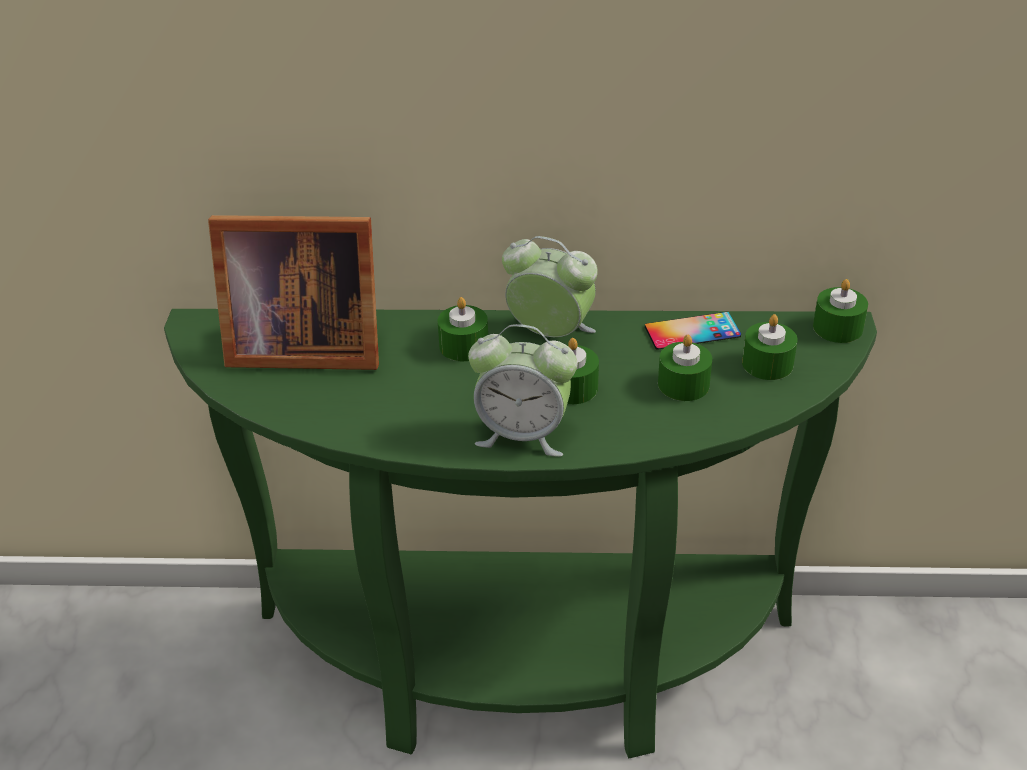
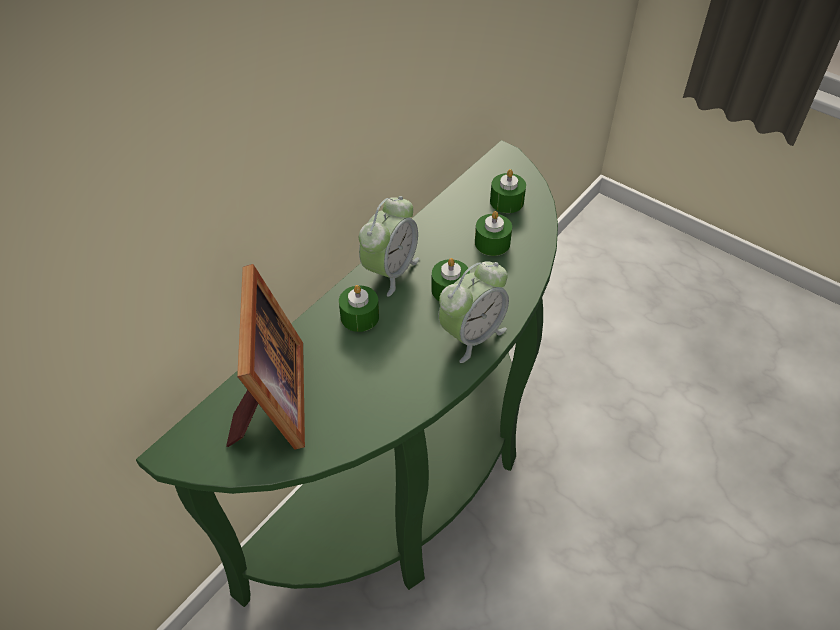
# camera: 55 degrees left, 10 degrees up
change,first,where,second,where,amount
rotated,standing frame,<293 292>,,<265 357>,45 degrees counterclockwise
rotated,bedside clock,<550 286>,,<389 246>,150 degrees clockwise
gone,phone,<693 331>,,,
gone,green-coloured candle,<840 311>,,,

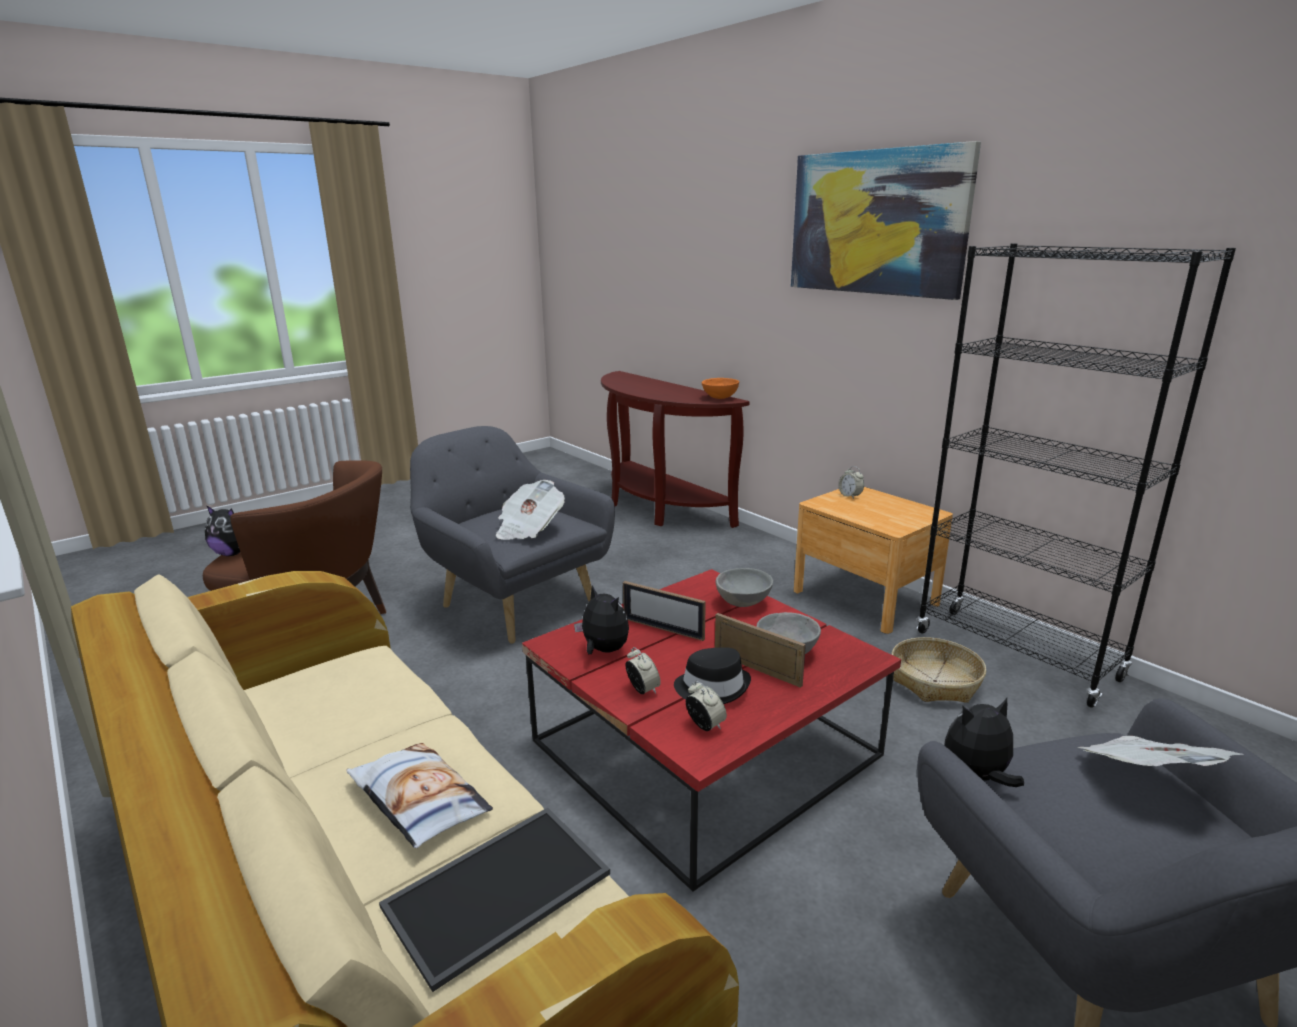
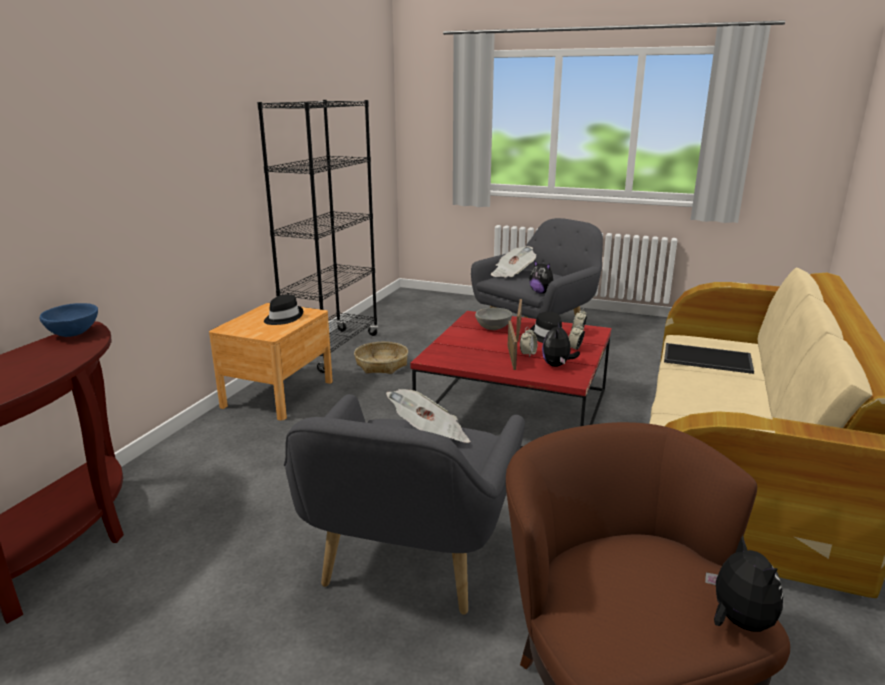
# camera: 120 degrees left, 0 degrees up
change,first,where,second,where,amount
repainted,orange serving bowl,<720 388>,blue serving bowl,<69 320>,
new,,,black-coloured clothing hat,<283 309>,
shifted,bedside clock,<851 482>,,<528 342>,
gone,pillow,<419 795>,,,
gone,greyish serving bowl,<744 587>,,,
gone,picture,<886 220>,,,

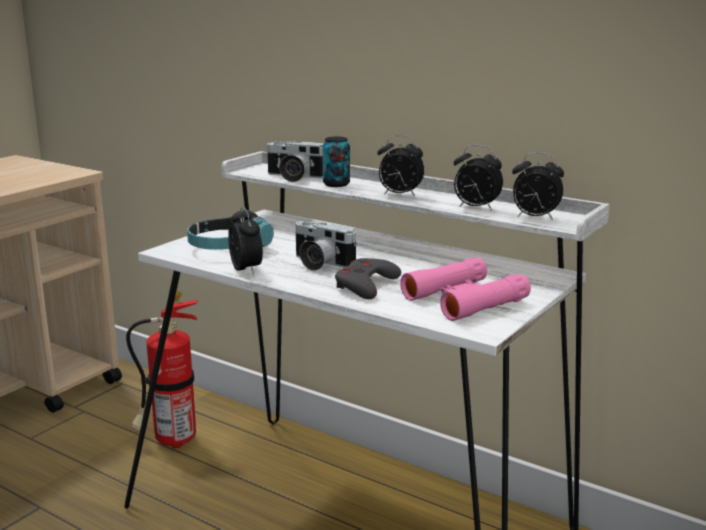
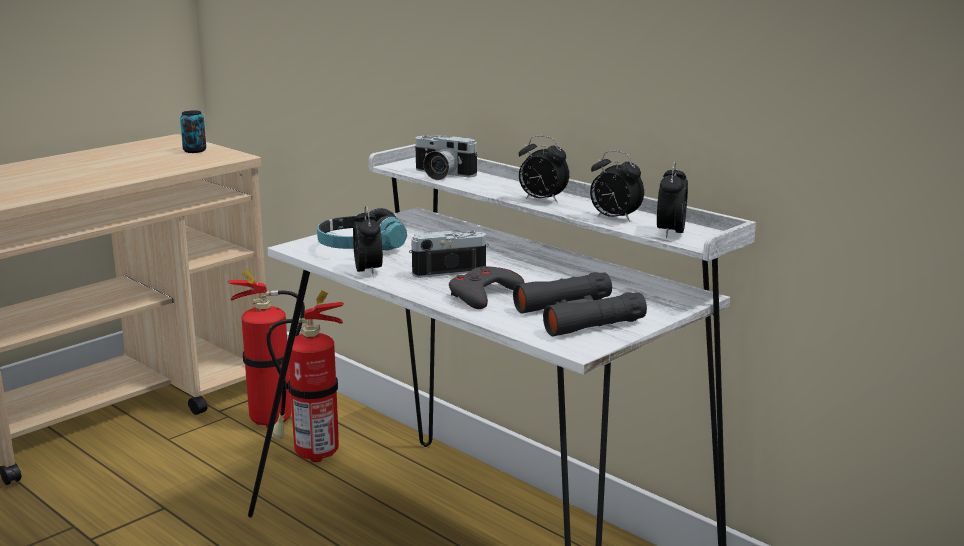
# camera: 10 degrees right, 0 degrees up
change,first,where,second,where,amount
shifted,metal can,<336 162>,,<193 131>,
new,,,fire extinguisher,<266 348>,
rotated,still camera,<326 246>,,<449 254>,120 degrees clockwise
repainted,pinkish binoculars,<465 289>,black-coloured binoculars,<580 304>,
rotated,bedside clock,<538 186>,,<672 200>,75 degrees clockwise

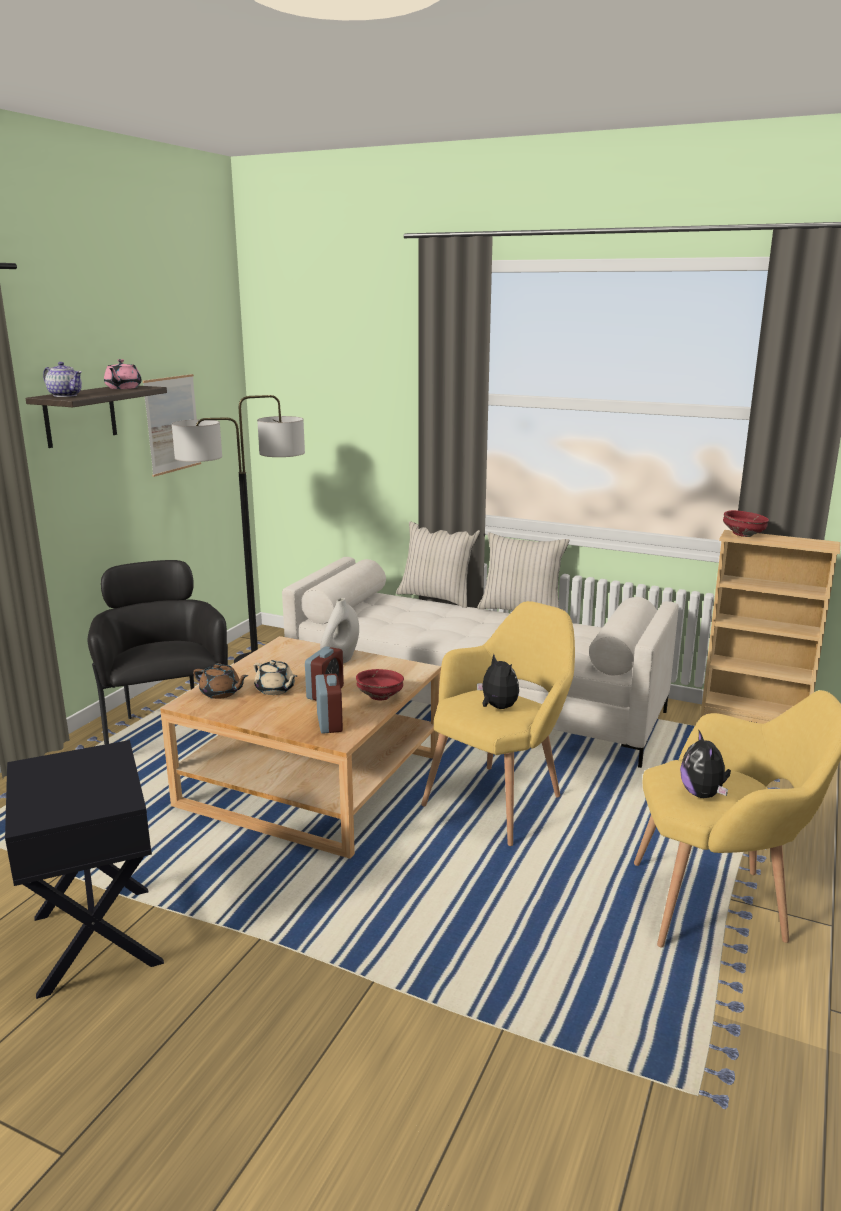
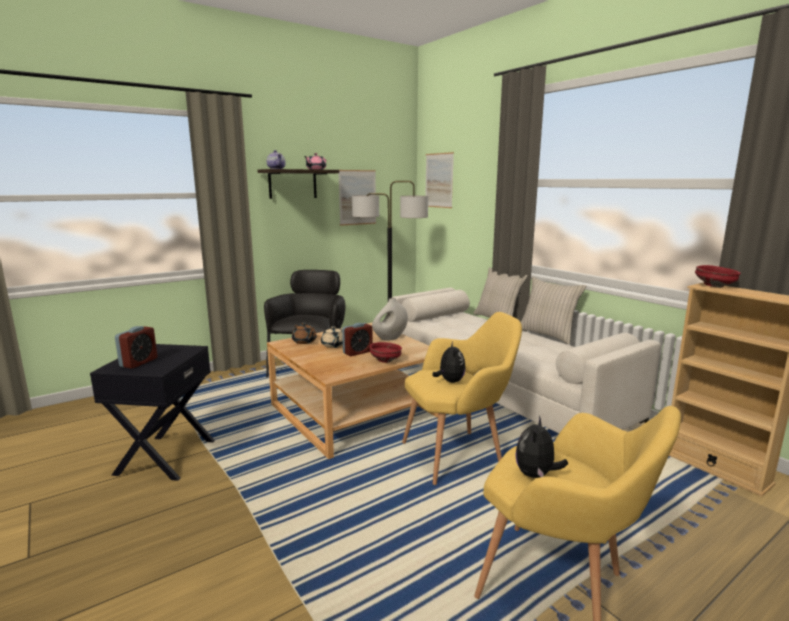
# camera: 30 degrees right, 5 degrees down
change,first,where,second,where,amount
shifted,bedside clock,<329 704>,,<136 347>,
new,,,picture,<439 180>,

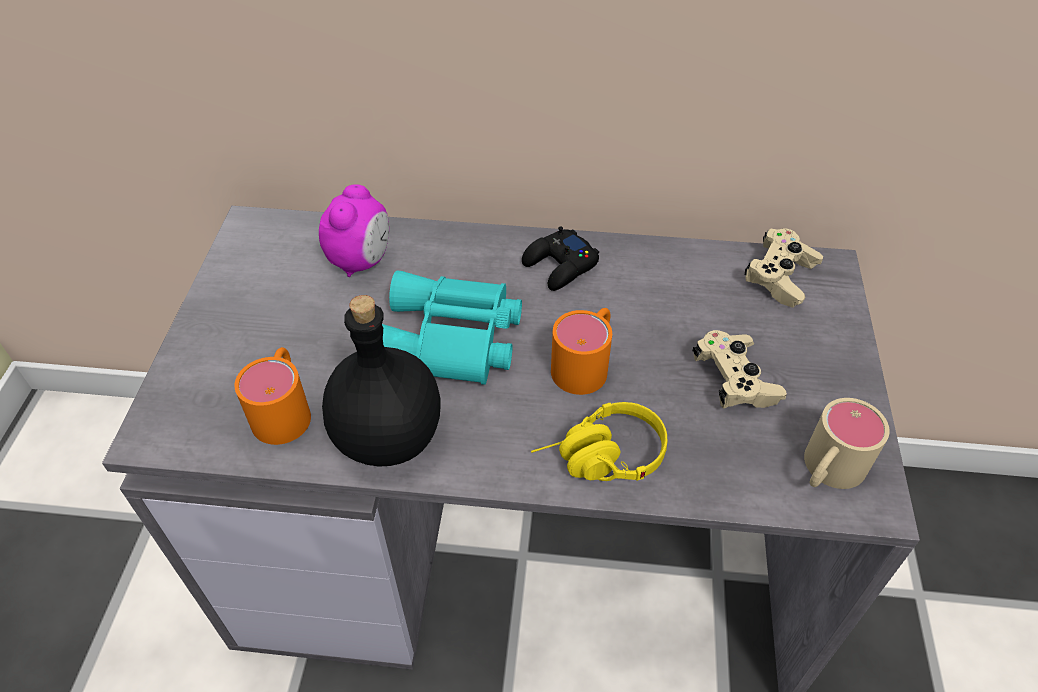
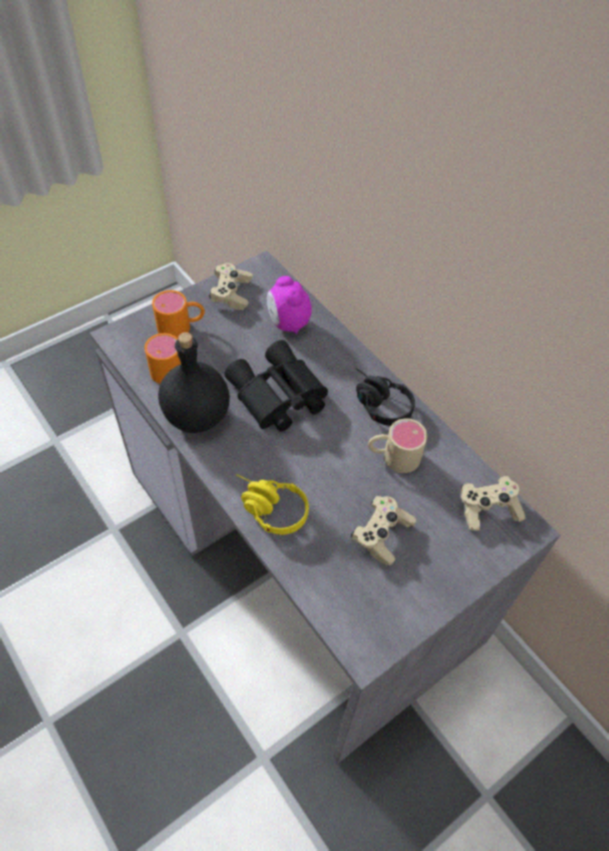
# camera: 45 degrees right, 5 degrees up
change,first,where,second,where,amount
shifted,orange coffee mug,<581 351>,,<178 314>,
new,,,sand-coloured gamepad,<231 286>,
repainted,blue-green binoculars,<452 327>,black-coloured binoculars,<276 385>,
rotated,bedside clock,<354 230>,,<289 305>,90 degrees clockwise
swapped,black-coloured gamepad,<560 258>,black-coloured headphones,<385 397>,
shifted,sand-coloured coffee mug,<847 443>,,<397 445>,

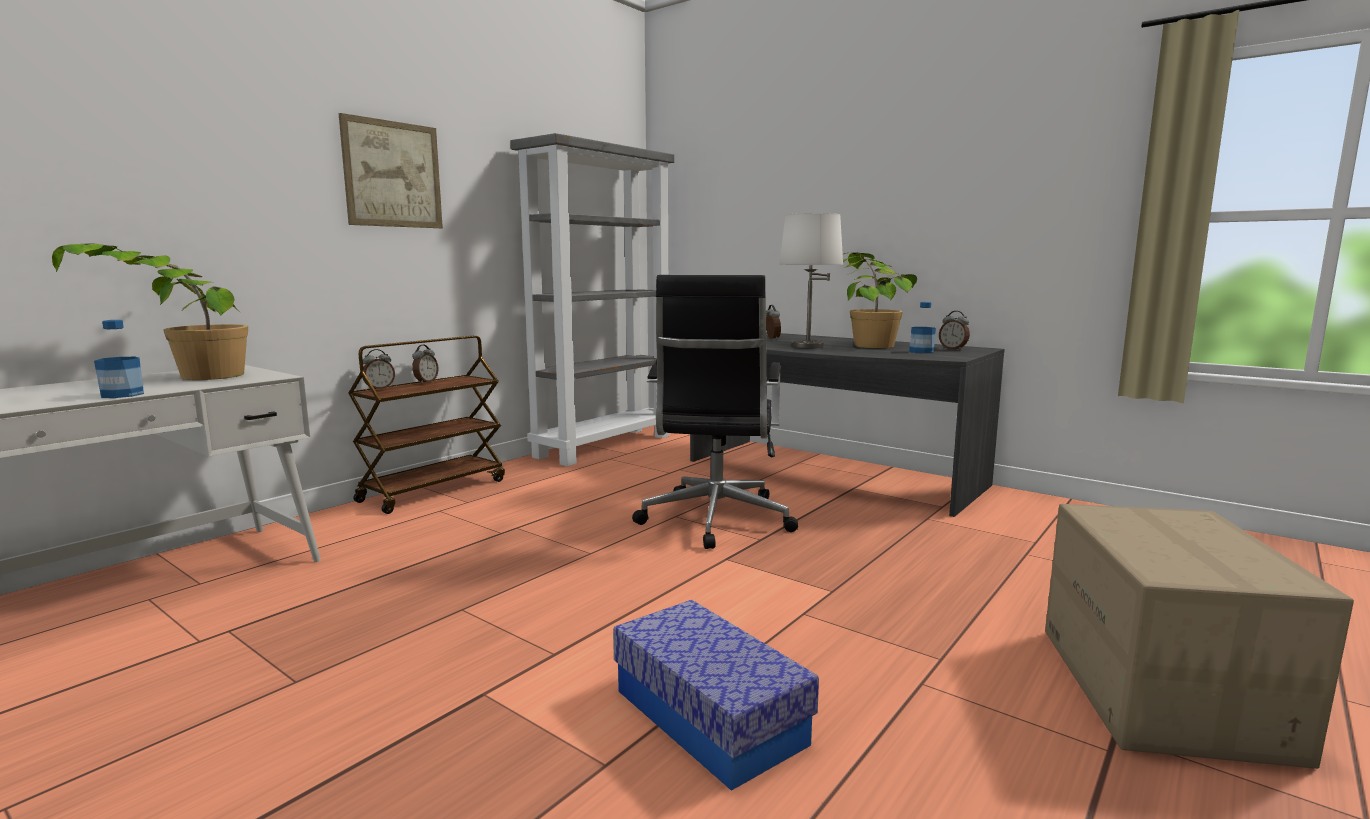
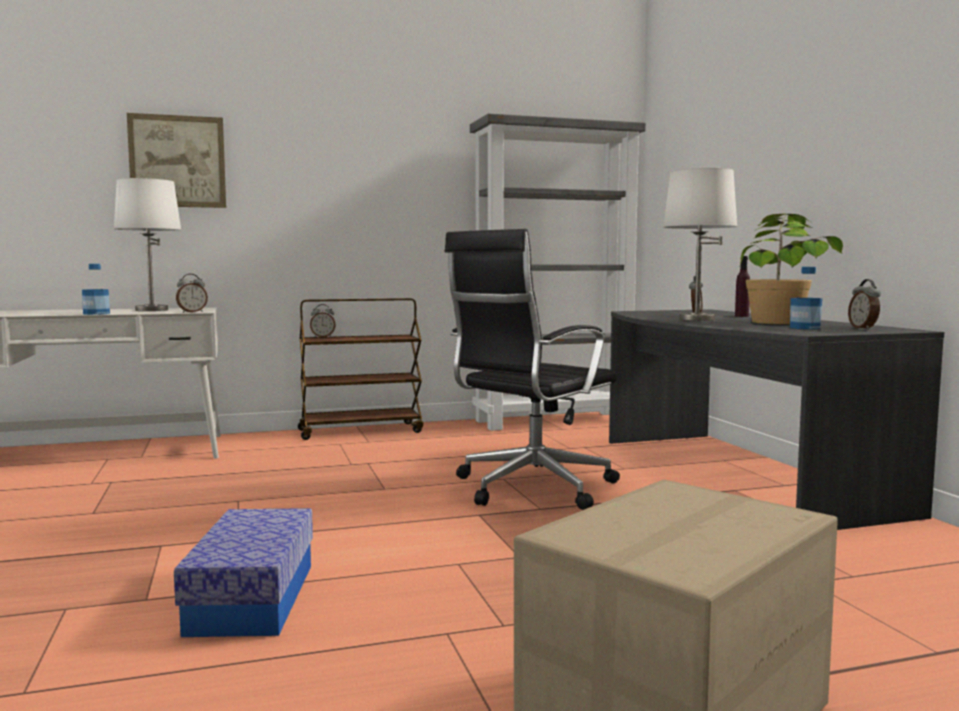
# camera: 35 degrees right, 5 degrees down
change,first,where,second,where,amount
swapped,houseplant,<150 312>,whitish tabletop lamp,<147 244>,
shifted,picture,<391 170>,,<176 160>,
shifted,bedside clock,<425 364>,,<192 293>,
new,,,purple bottle,<742 286>,

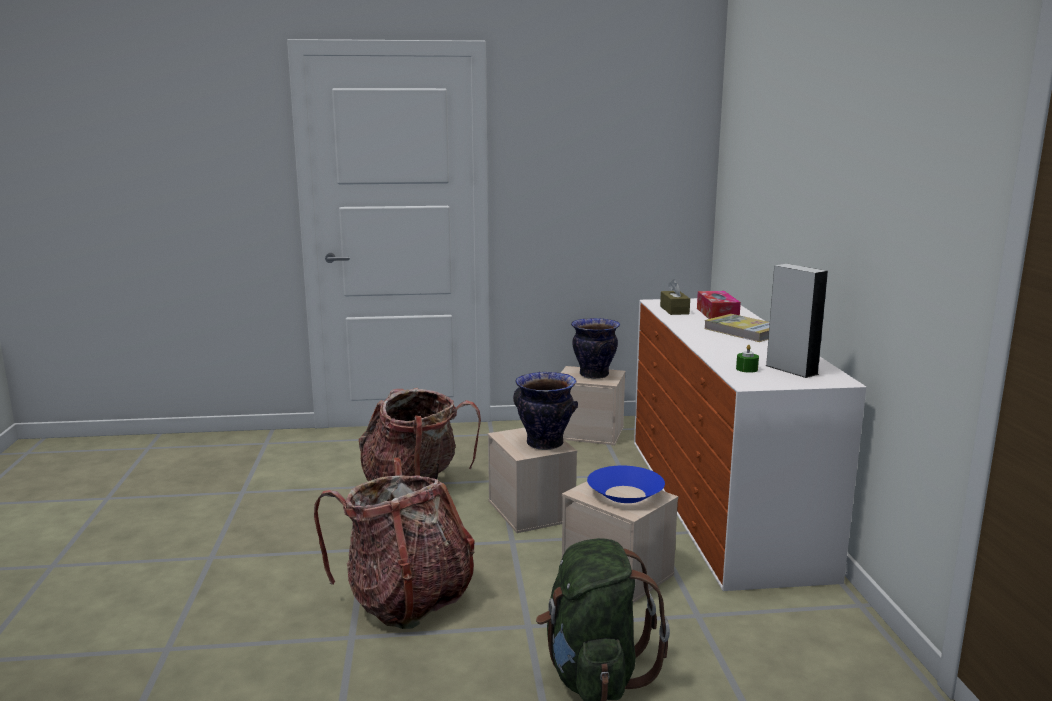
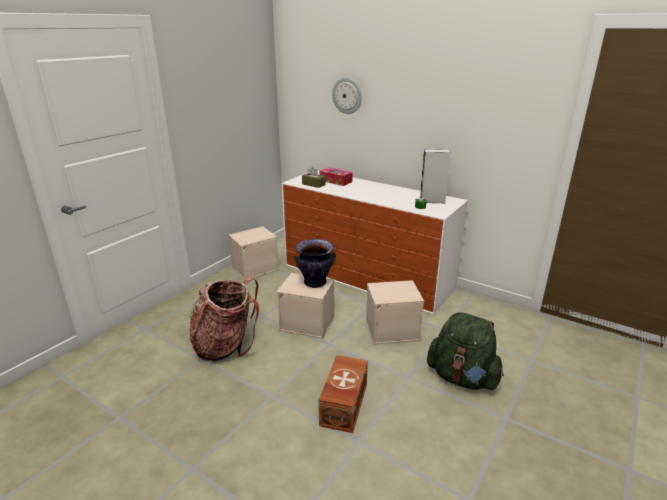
# camera: 50 degrees left, 10 degrees up
change,first,where,second,where,amount
swapped,backpack,<394 543>,brownish storage box,<343 394>,
new,,,wall clock,<347 95>,
gone,flower vase,<595 348>,,,
gone,blue serving bowl,<626 484>,,,
gone,volume,<737 328>,,,

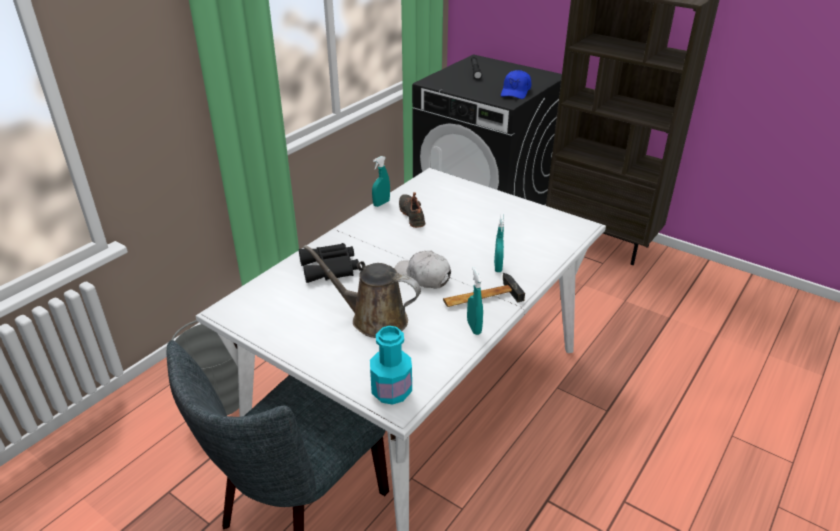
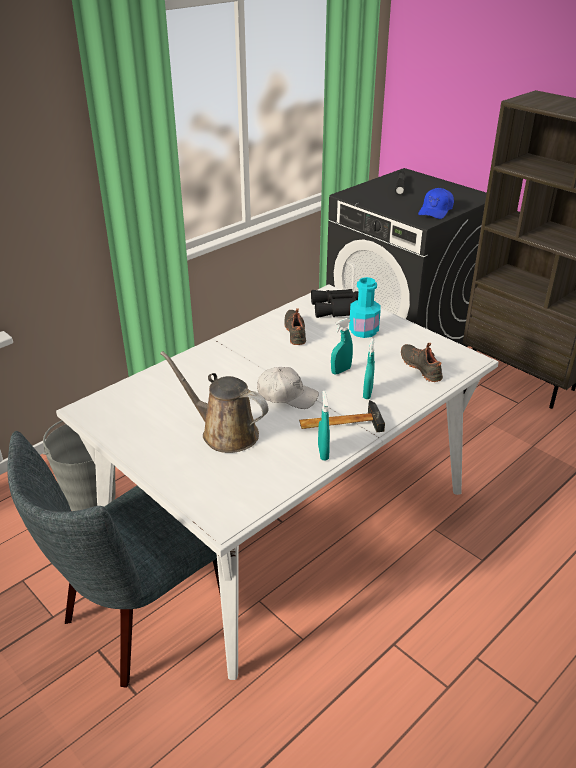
# camera: 10 degrees right, 0 degrees up
change,first,where,second,where,amount
rotated,whitish cap,<422 269>,,<288 388>,150 degrees clockwise
shifted,black-coloured binoculars,<329 263>,,<334 303>,
shifted,blue-green spray bottle,<381 181>,,<342 346>,
shifted,blue-green bottle,<391 365>,,<365 307>,
new,,,black-coloured shoe,<422 362>,

